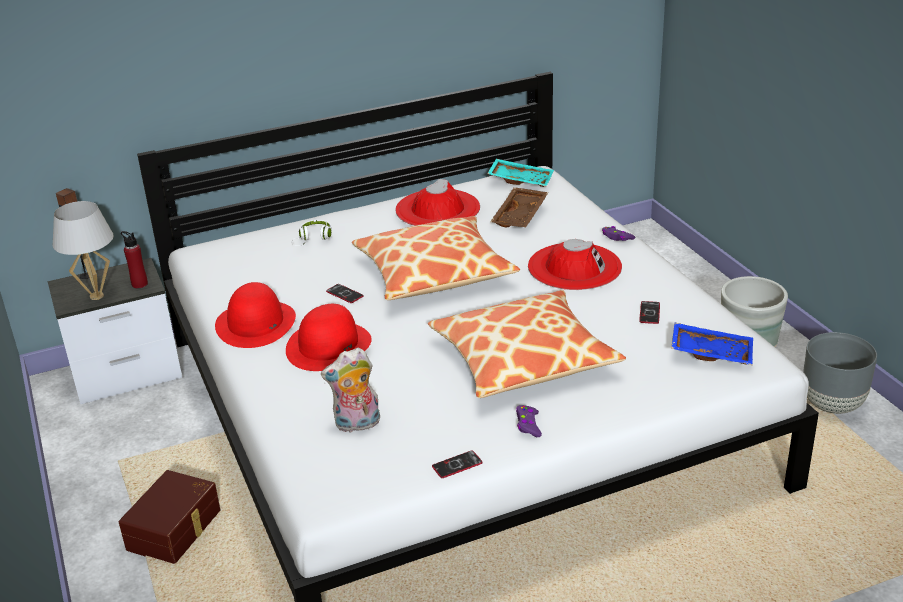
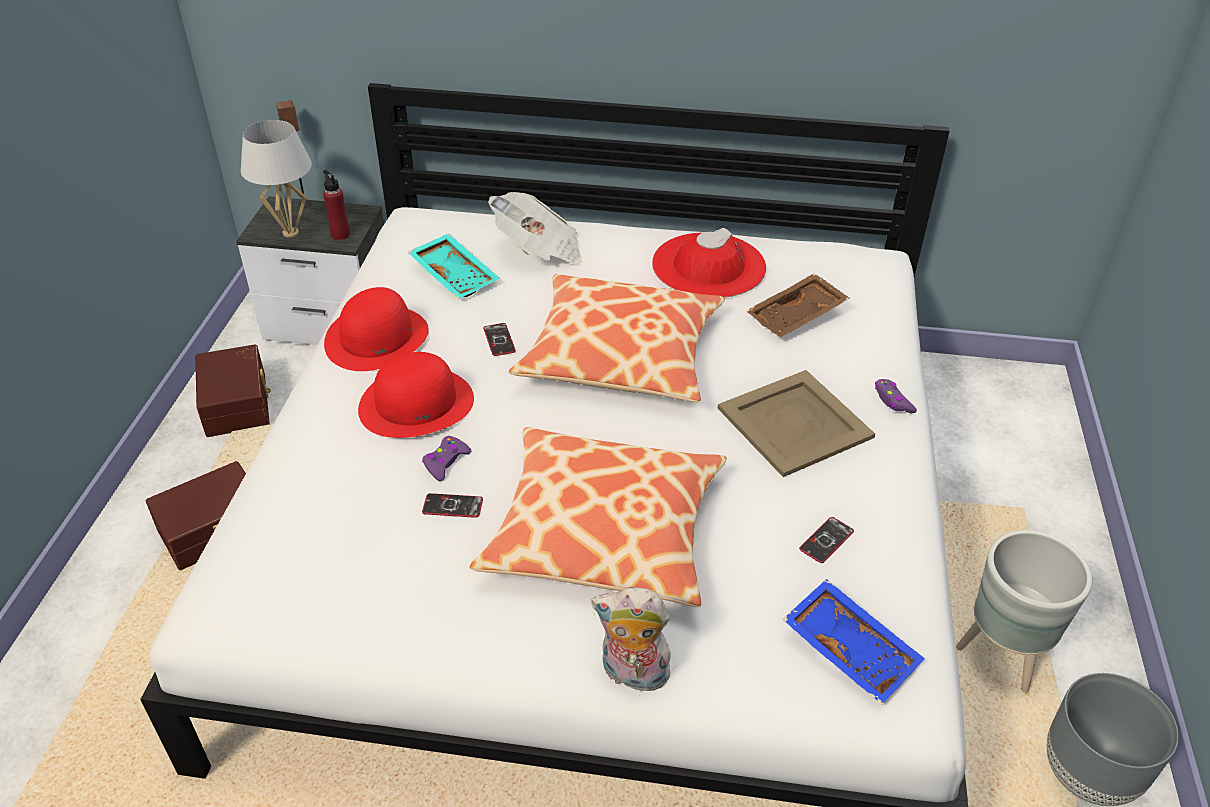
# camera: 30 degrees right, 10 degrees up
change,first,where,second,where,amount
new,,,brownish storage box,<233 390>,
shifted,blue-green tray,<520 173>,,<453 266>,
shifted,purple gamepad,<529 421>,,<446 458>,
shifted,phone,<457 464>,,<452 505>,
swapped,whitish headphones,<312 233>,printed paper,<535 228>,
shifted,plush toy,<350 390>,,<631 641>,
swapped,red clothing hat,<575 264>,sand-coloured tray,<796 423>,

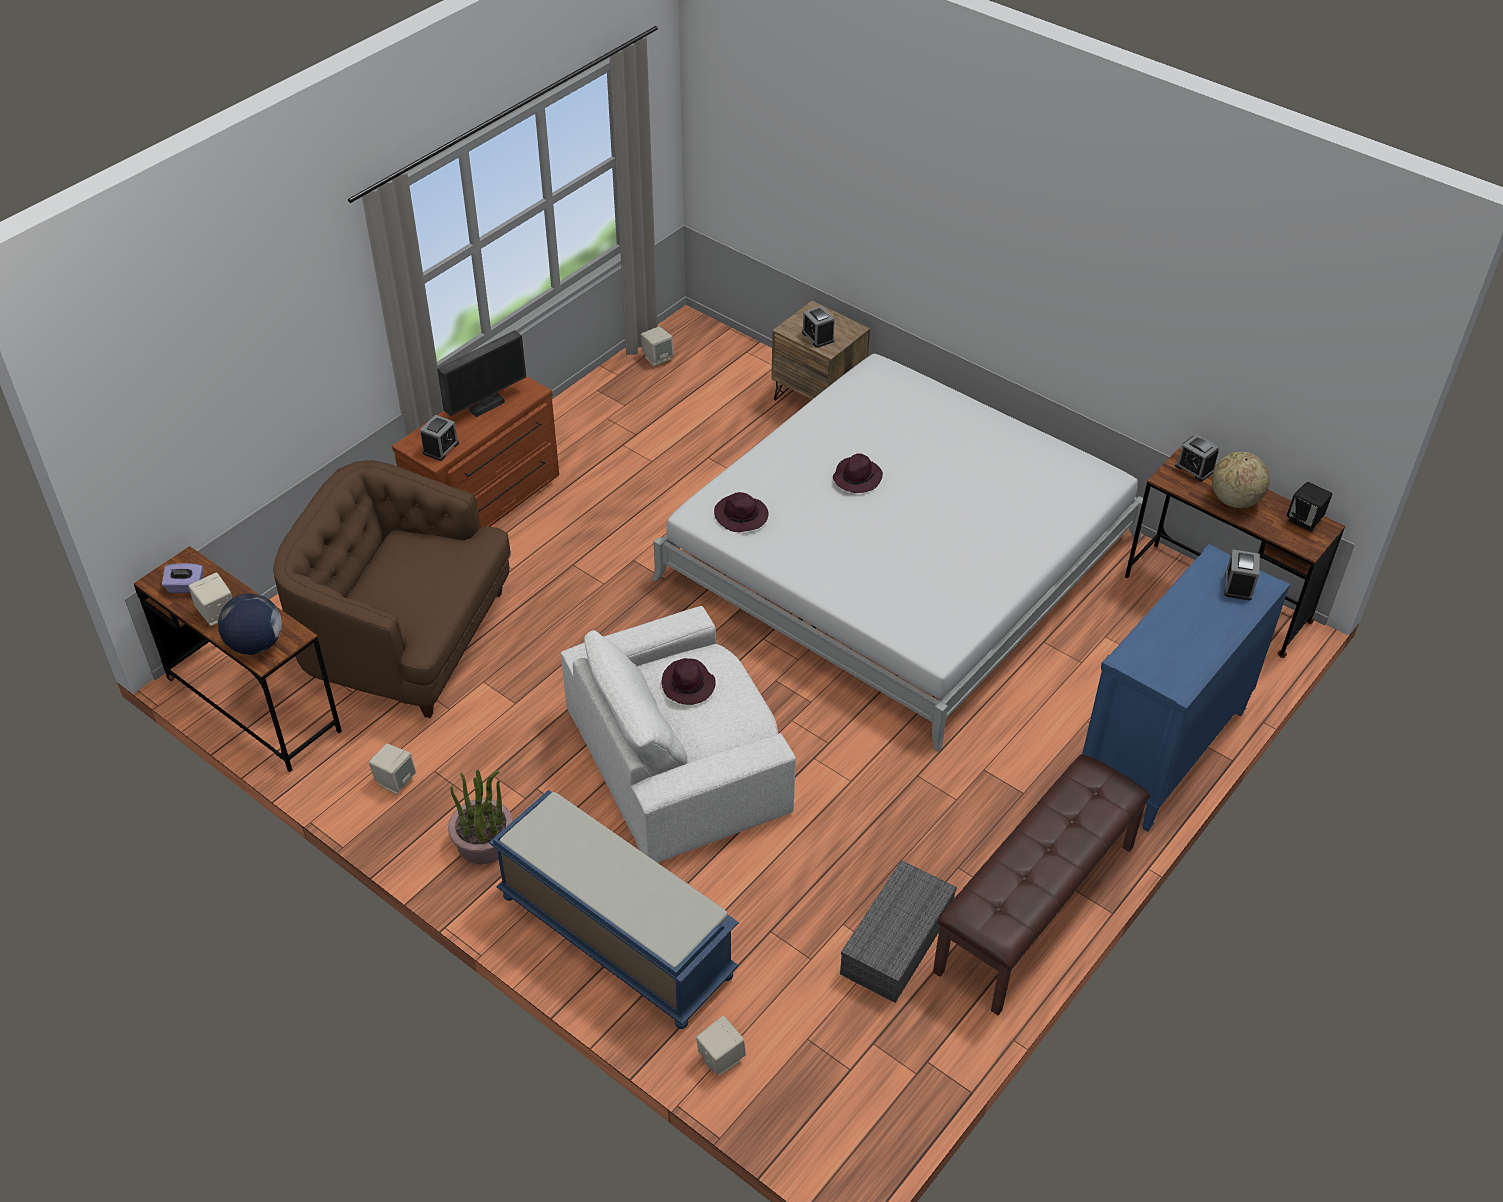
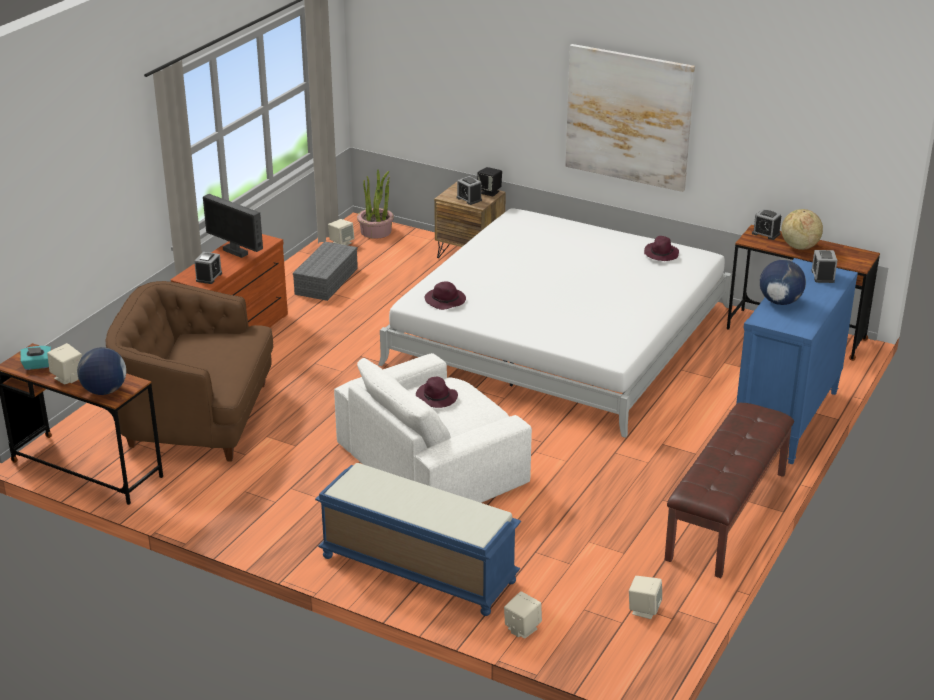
# camera: 10 degrees left, 15 degrees down
change,first,where,second,where,amount
repainted,purple box of tissues,<182 578>,blue-green box of tissues,<36 358>,
rotated,computer screen,<481 373>,,<233 226>,90 degrees clockwise
shifted,greyish storage box,<898 931>,,<325 271>,
shifted,houseplant,<480 817>,,<375 204>,
shifted,black-coloured loudspeaker,<1309 507>,,<489 182>,
new,,,picture,<630 118>,
shifted,sand-coloured loudspeaker,<392 768>,,<645 597>,
shifted,purple clothing hat,<858 473>,,<661 248>,
new,,,world globe,<783 282>,

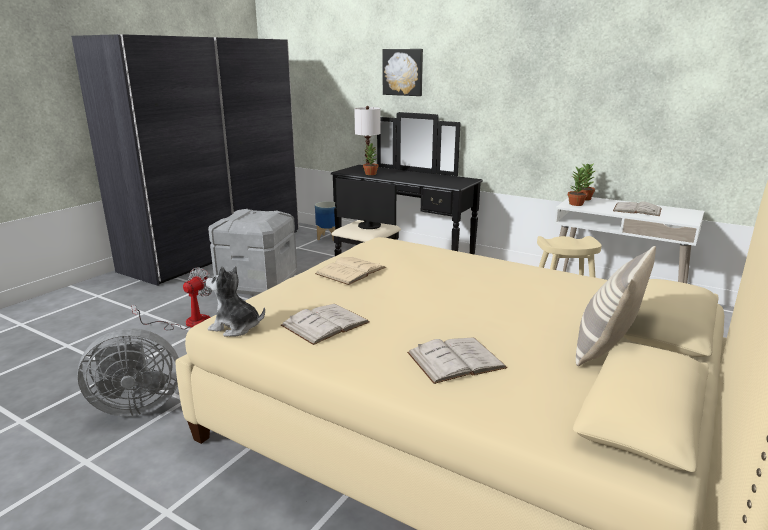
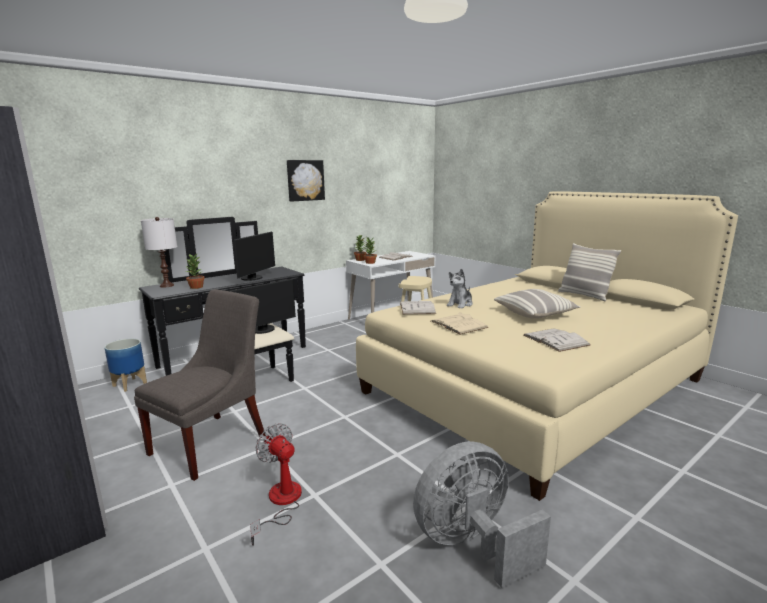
# camera: 70 degrees left, 5 degrees down
change,first,where,second,where,amount
swapped,greyish storage box,<252 252>,greyish chair,<200 385>,
new,,,computer screen,<254 256>,
shifted,picture,<403 72>,,<306 181>,
shifted,whitish volume,<457 361>,,<418 307>,
rotated,greyish cooling fan,<128 372>,,<482 514>,120 degrees counterclockwise
shifted,plush toy,<235 301>,,<460 288>,
new,,,pillow,<537 304>,

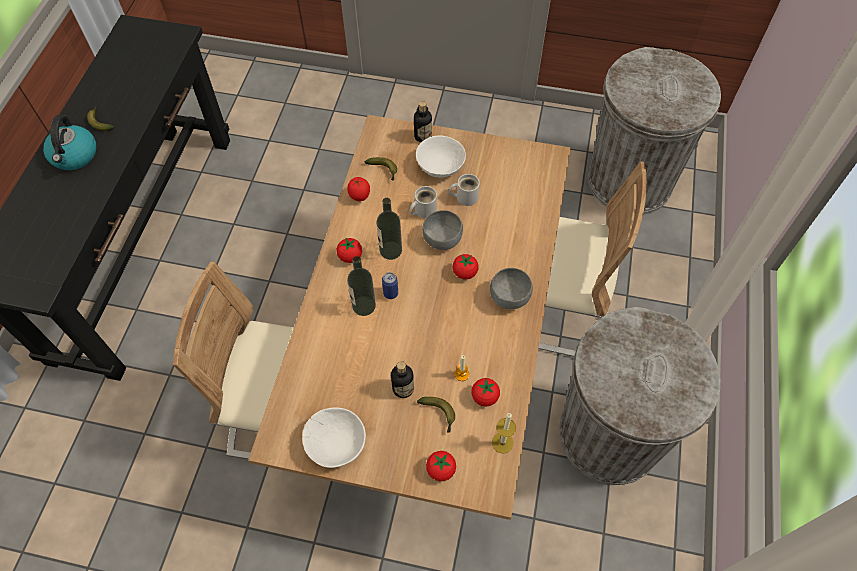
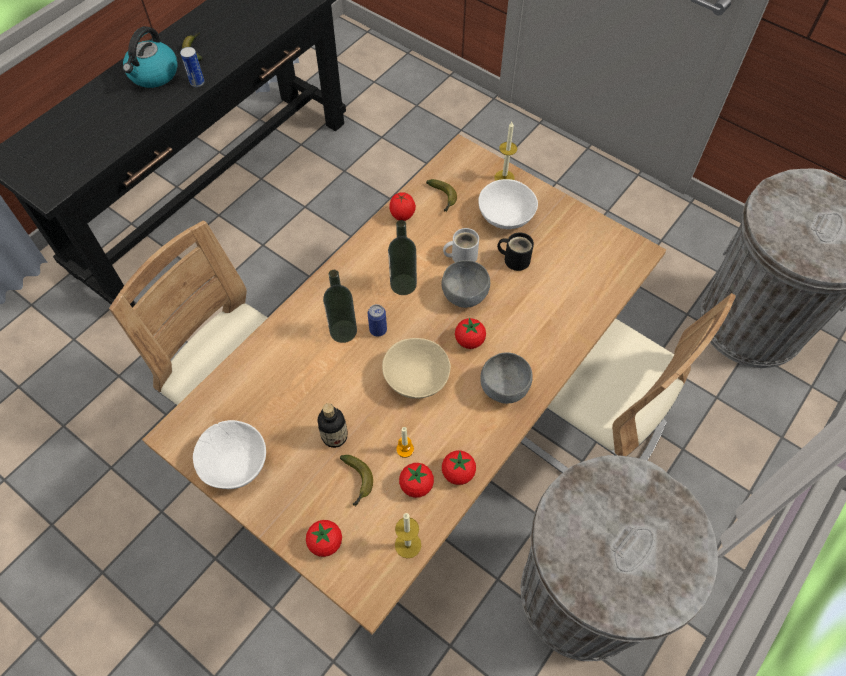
# camera: 25 degrees right, 0 degrees up
change,first,where,second,where,amount
new,,,metal can,<192 67>,
new,,,sand-coloured serving bowl,<416 368>,
shifted,tomato,<349 250>,,<459 468>,
swapped,bottle,<423 122>,candle,<505 151>,
repainted,whitish coffee mug,<464 190>,black-coloured coffee mug,<515 251>,

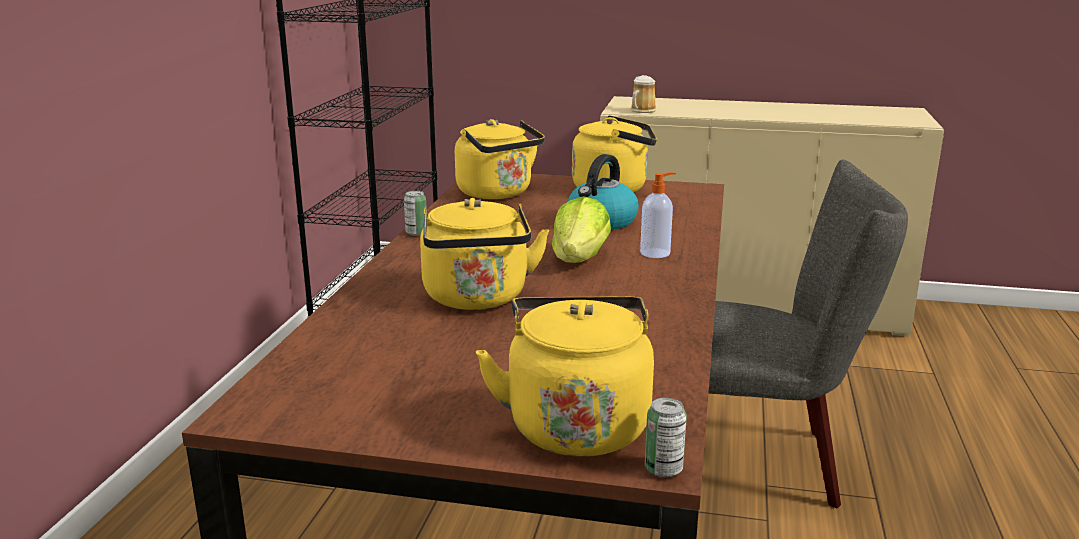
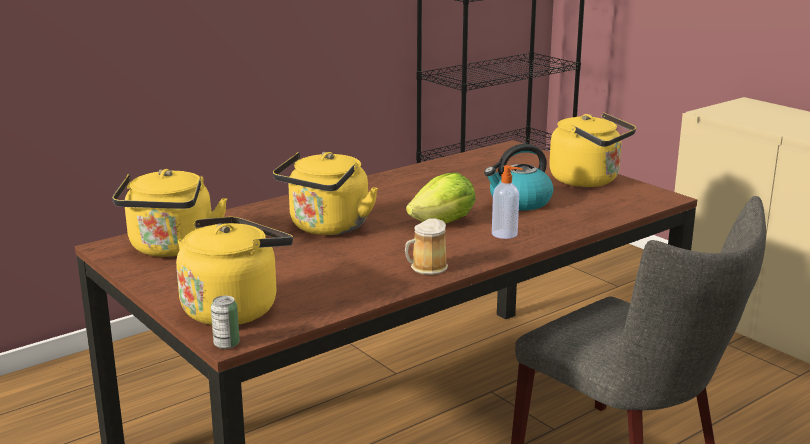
# camera: 40 degrees right, 0 degrees up
change,first,where,second,where,amount
shifted,yellowish kettle,<500 159>,,<169 213>,
shifted,coffee mug,<643 94>,,<426 247>,
gone,metal can,<415 213>,,,

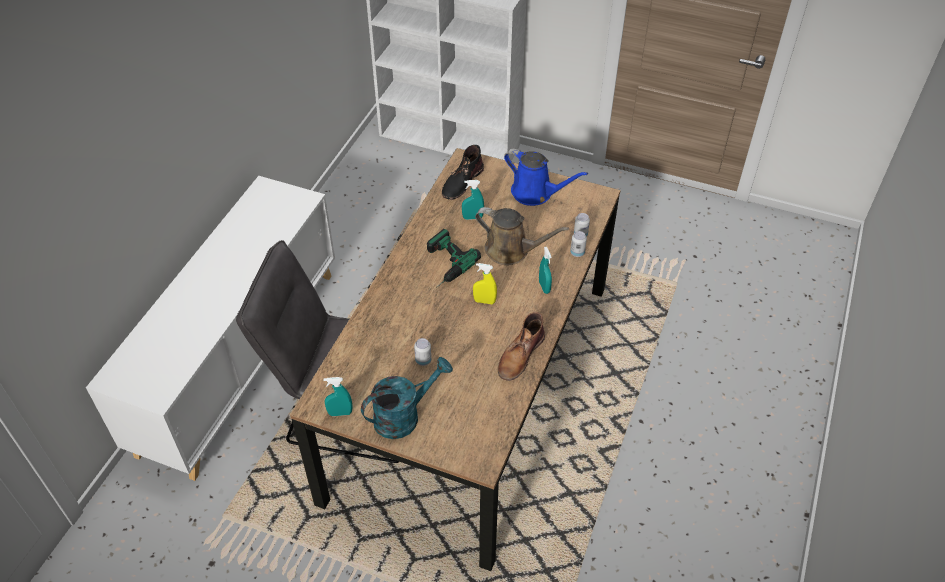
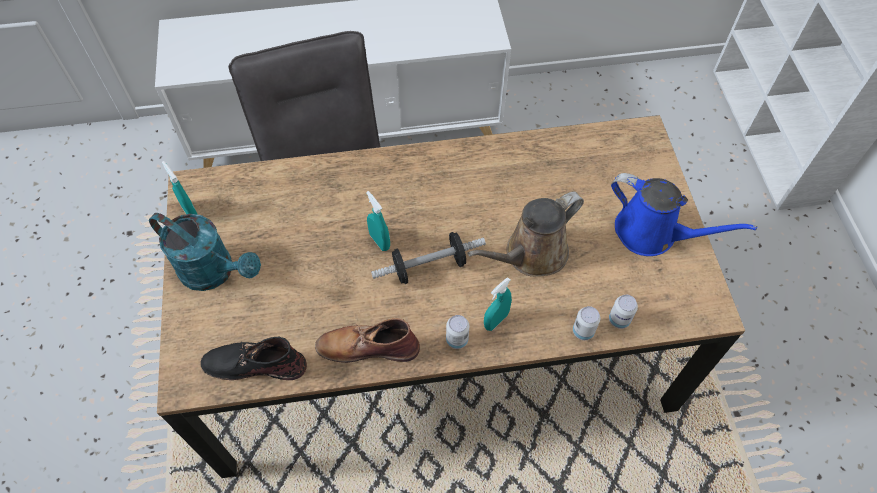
# camera: 60 degrees right, 10 degrees up
change,first,where,second,where,amount
shifted,black-coloured tall boot,<463 172>,,<253 358>,
shifted,blue-green spray bottle,<473 200>,,<378 221>,
swapped,yellowish spray bottle,<485 283>,hand weight,<428 258>,
shifted,metal can,<422 352>,,<457 332>,
rotated,brownish watering can,<522 236>,,<525 234>,60 degrees clockwise
rotated,blue watering can,<546 177>,,<684 214>,60 degrees counterclockwise
gone,electric drill,<454 258>,,,

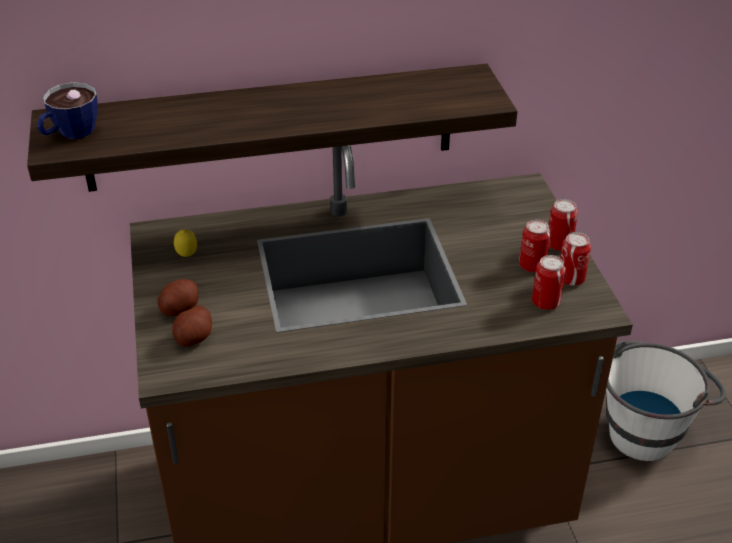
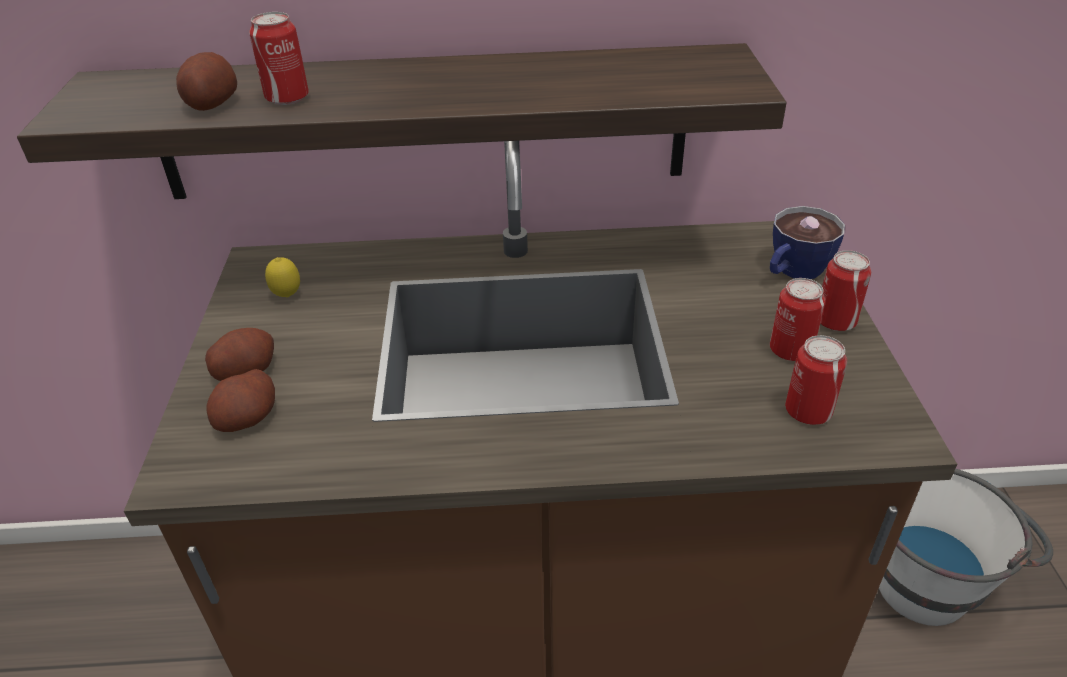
# camera: 10 degrees right, 0 degrees up
change,first,where,second,where,amount
new,,,spud,<206 81>,
shifted,metal can,<575 259>,,<279 58>,
shifted,small cup,<67 110>,,<807 242>,

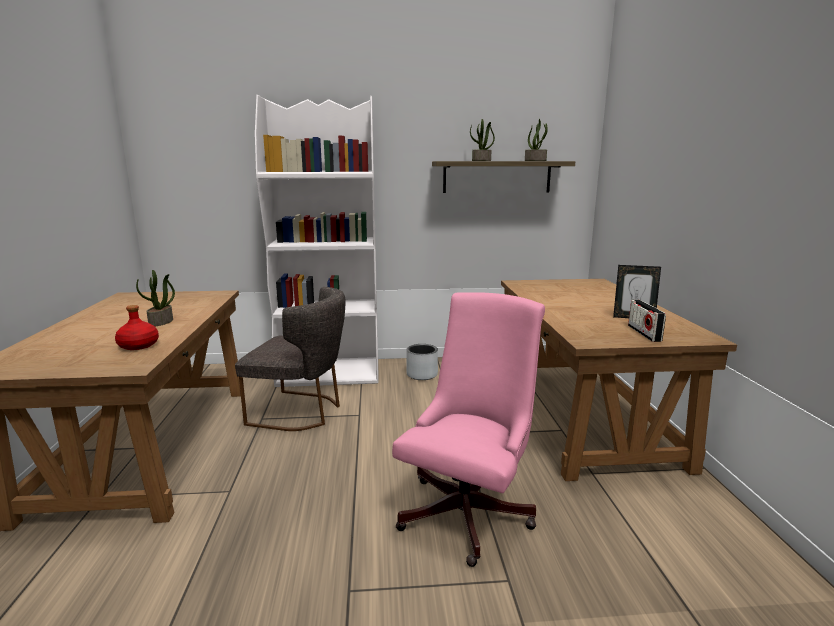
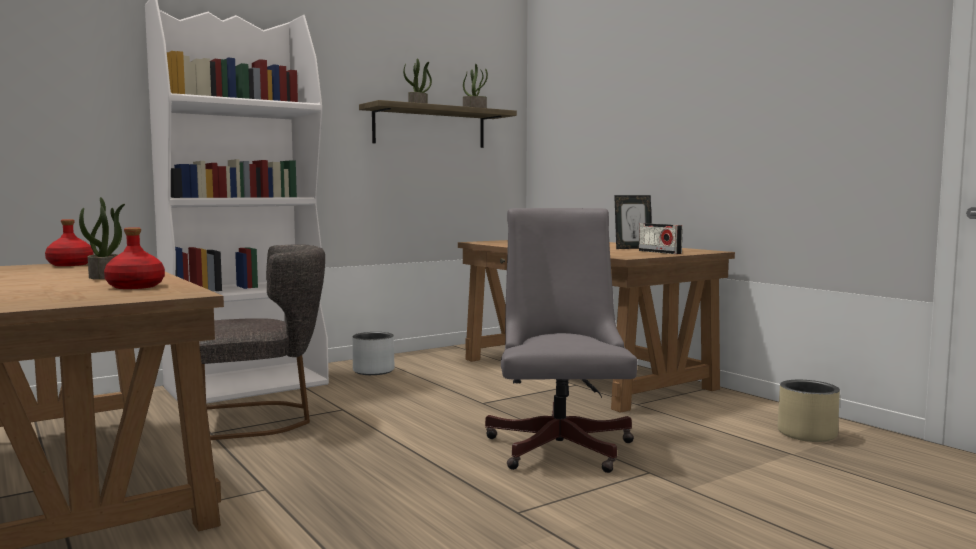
# camera: 30 degrees left, 10 degrees down
change,first,where,second,where,amount
new,,,red bottle,<69 242>,
repainted,pinkish computer chair,<468 429>,greyish computer chair,<561 340>,
new,,,sand-coloured flower pot,<809 411>,

